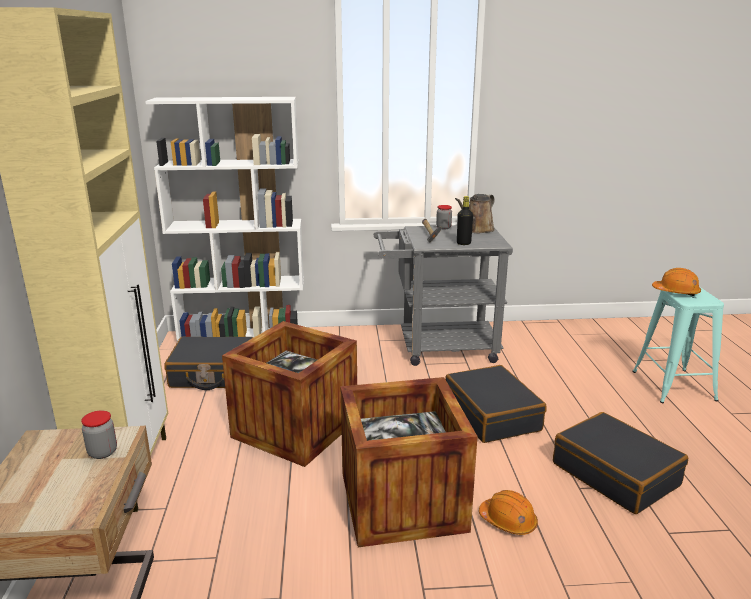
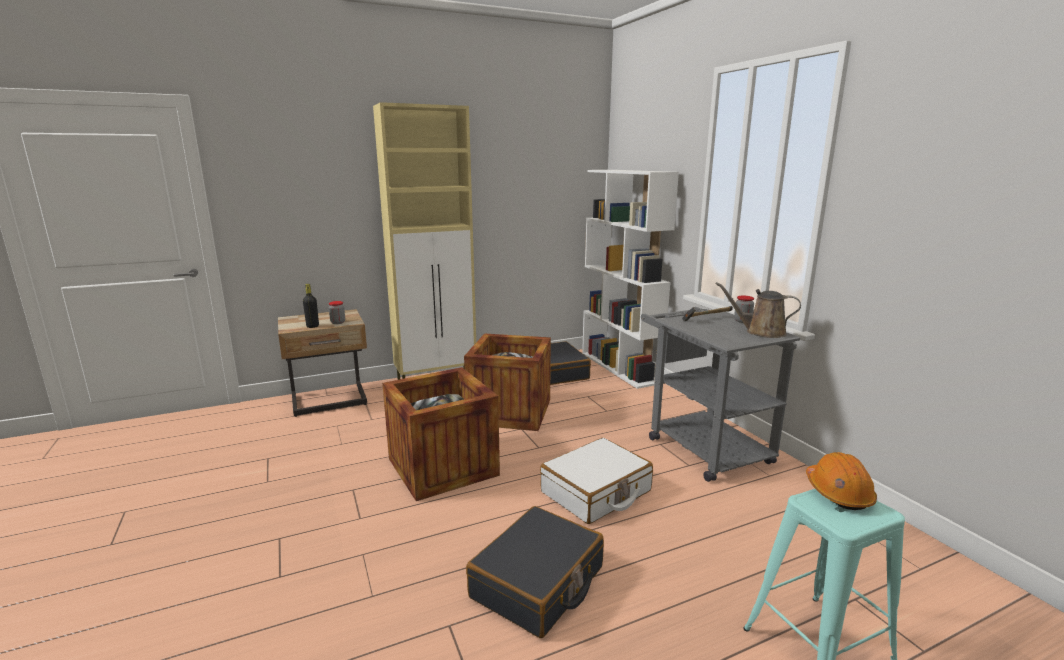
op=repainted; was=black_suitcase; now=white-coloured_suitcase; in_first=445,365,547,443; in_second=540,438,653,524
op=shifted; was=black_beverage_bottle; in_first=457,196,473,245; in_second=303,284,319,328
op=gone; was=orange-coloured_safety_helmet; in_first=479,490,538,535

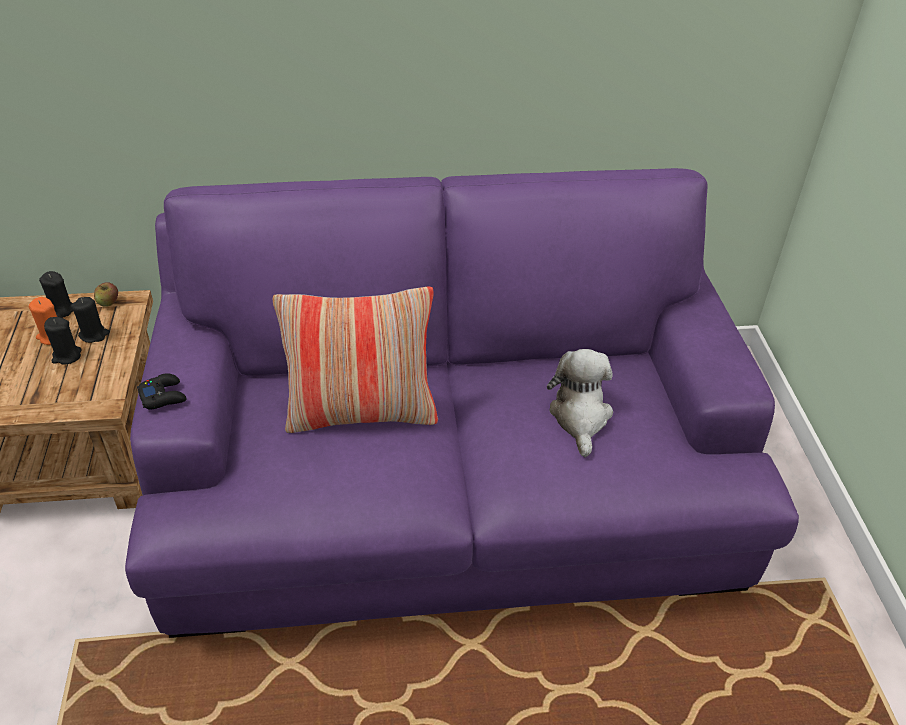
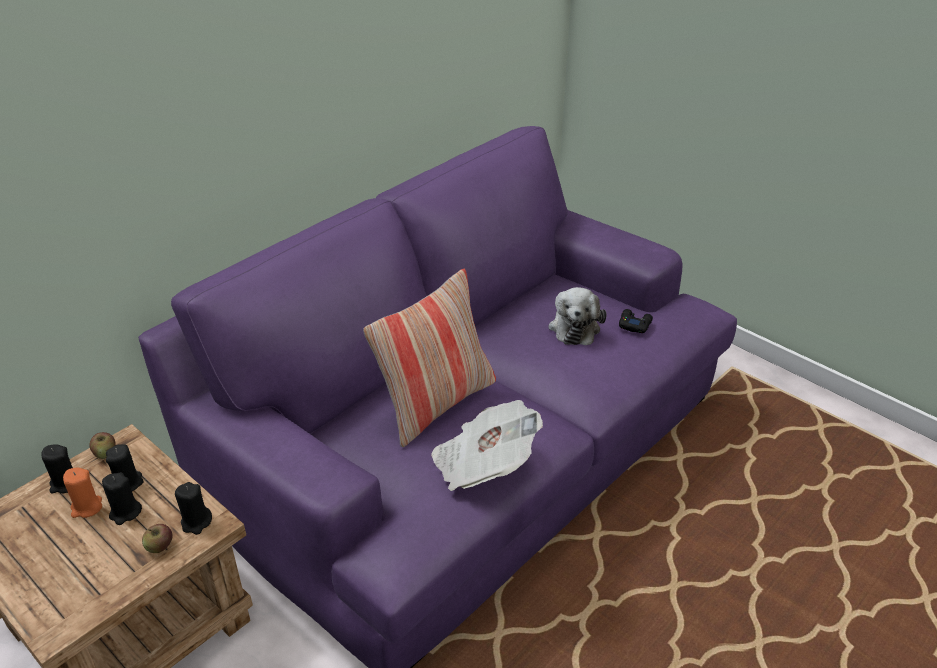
op=shifted; was=black_game_controller; in_first=137,373,187,410; in_second=619,309,653,333
op=rotated; was=cuddly_toy; in_first=547,349,613,457; in_second=548,287,606,345; clockwise=-135
op=new; now=apple_fruit; in_second=142,524,172,553
op=new; now=black_candle; in_second=175,482,212,535
op=new; now=daily_paper; in_second=431,400,543,491

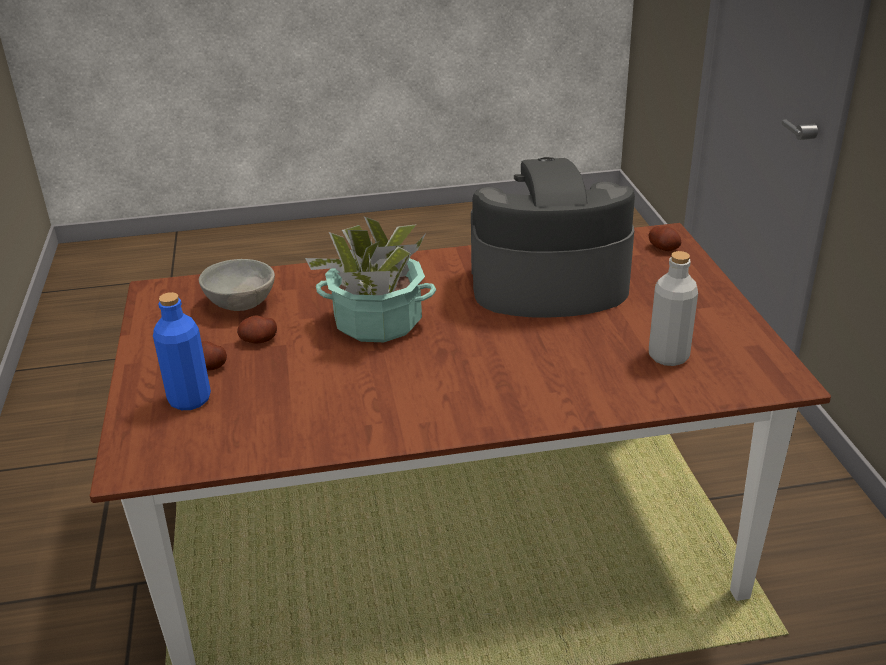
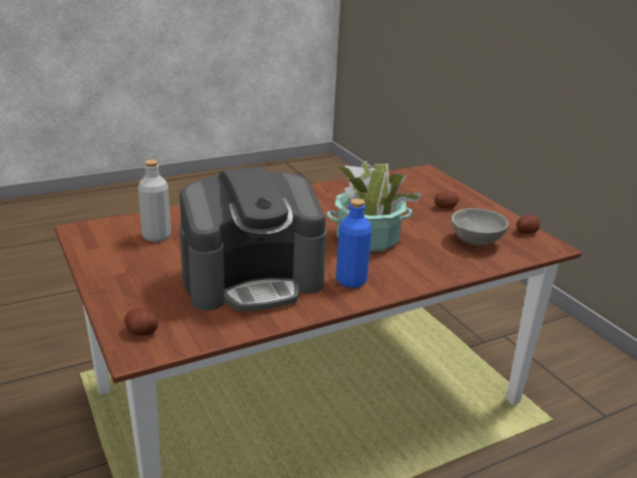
op=shifted; was=bluish_beverage_bottle; in_first=153,292,211,410; in_second=336,198,372,288
op=shifted; was=spud; in_first=237,315,277,344; in_second=516,215,540,234

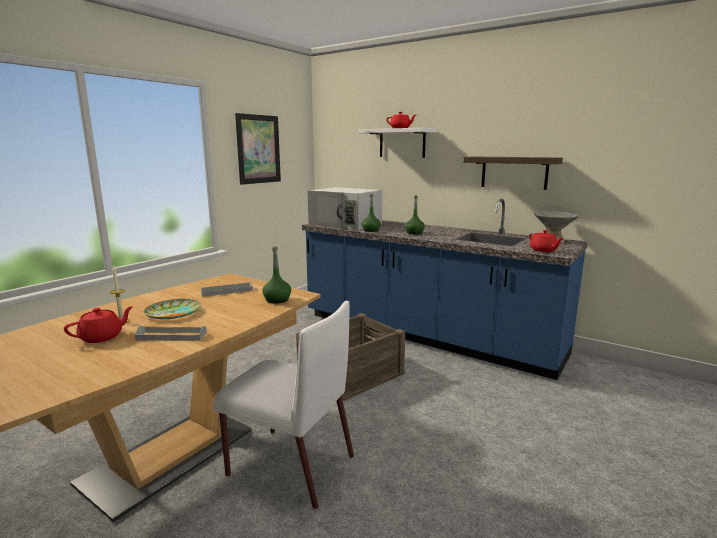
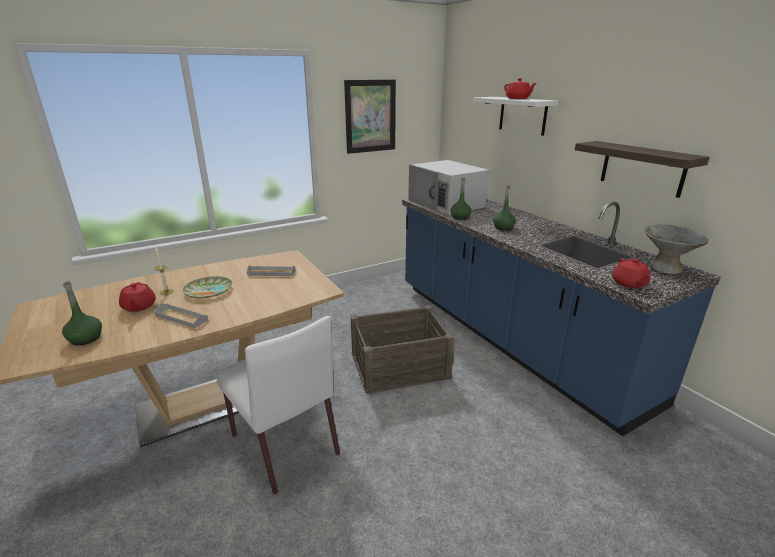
op=rotated; was=red_tea_pot; in_first=64,306,134,343; in_second=119,282,156,312; clockwise=90
op=shifted; was=green-coloured_beverage_bottle; in_first=262,246,291,303; in_second=62,281,102,345

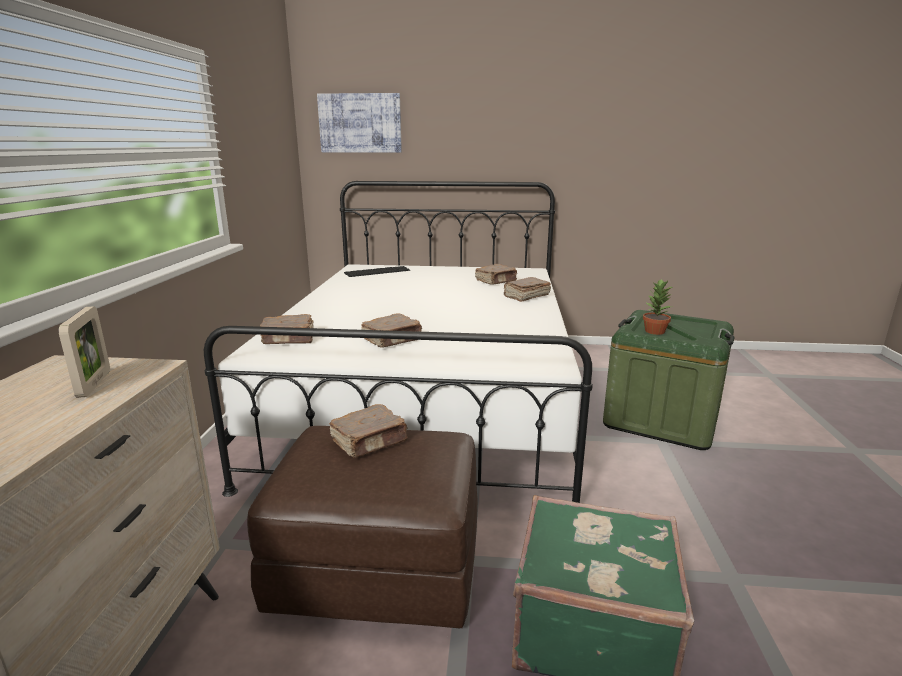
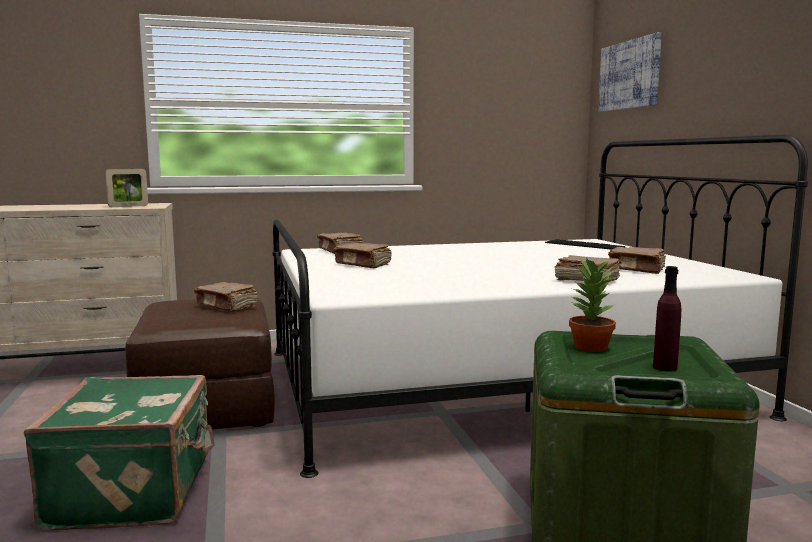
op=new; now=purplish_beverage_bottle; in_second=653,266,681,371

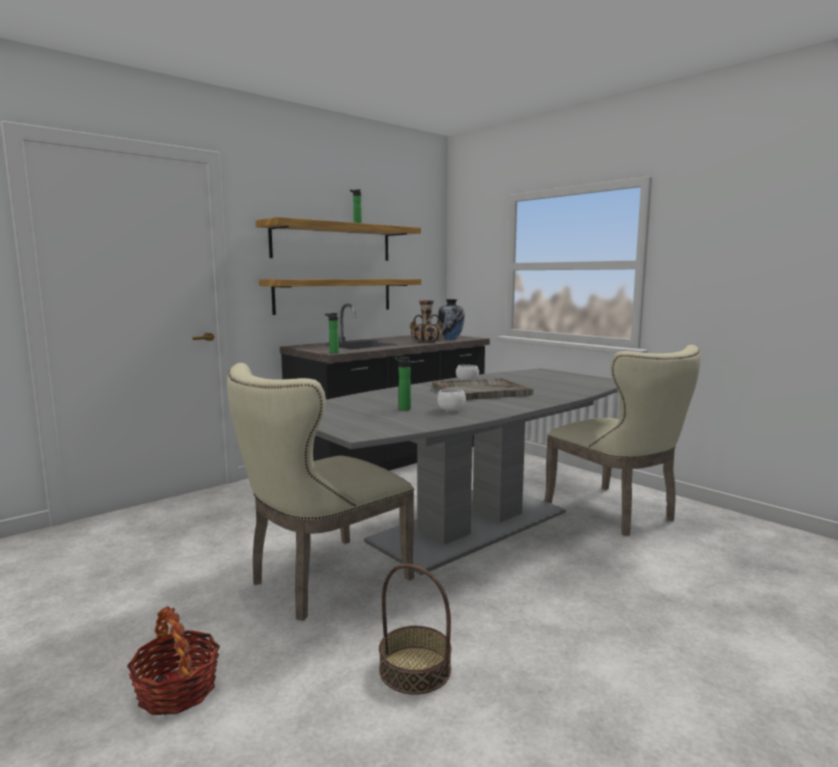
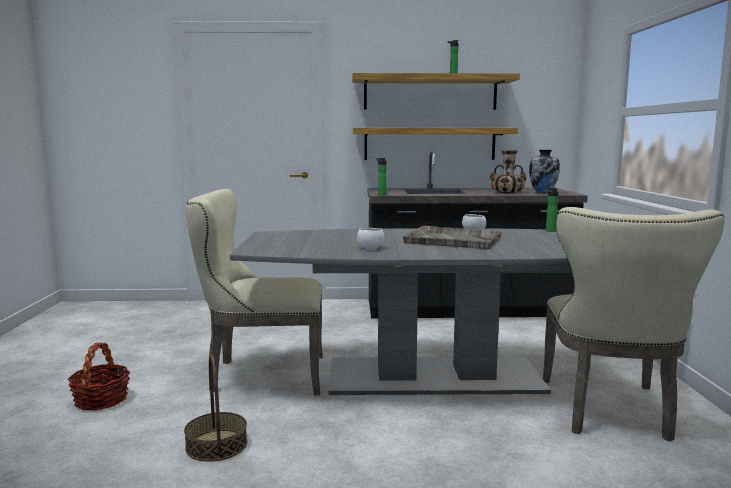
op=shifted; was=beverage_bottle; in_first=394,357,411,410; in_second=546,188,559,232

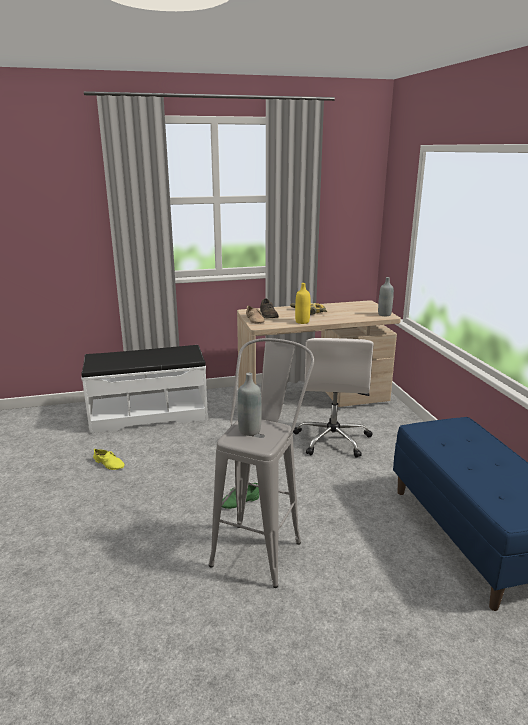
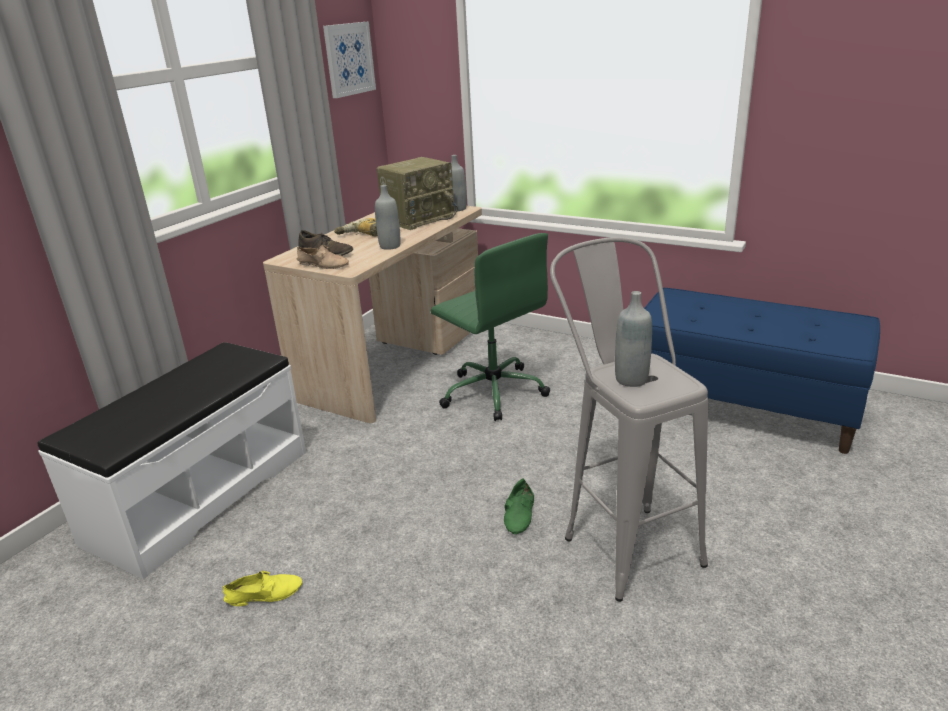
op=repainted; was=white-coloured_computer_chair; now=green-coloured_computer_chair; in_first=293,338,374,458; in_second=431,233,551,421
op=repainted; was=yellow_beverage_bottle; now=grey_beverage_bottle; in_first=295,283,311,324; in_second=375,185,400,250
op=new; now=wall_art; in_second=323,22,376,98
op=new; now=radio_receiver; in_second=377,157,458,230

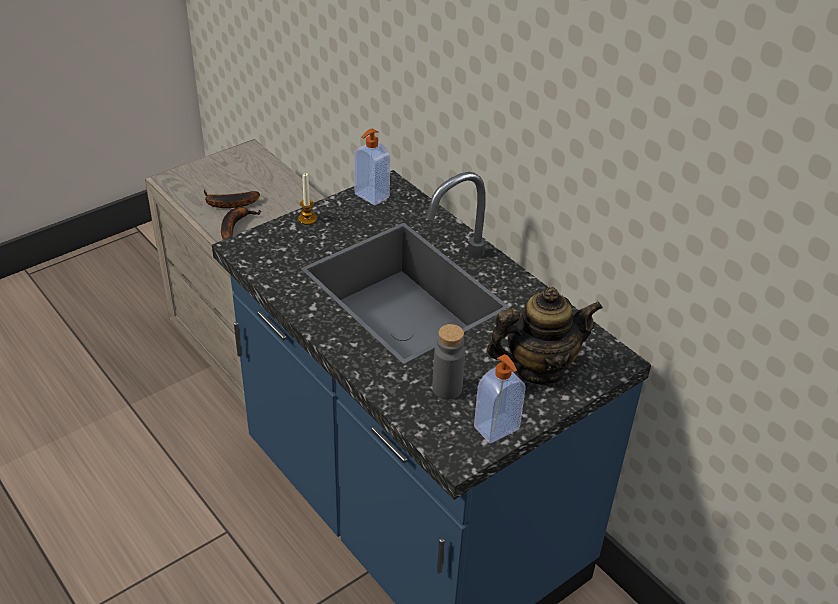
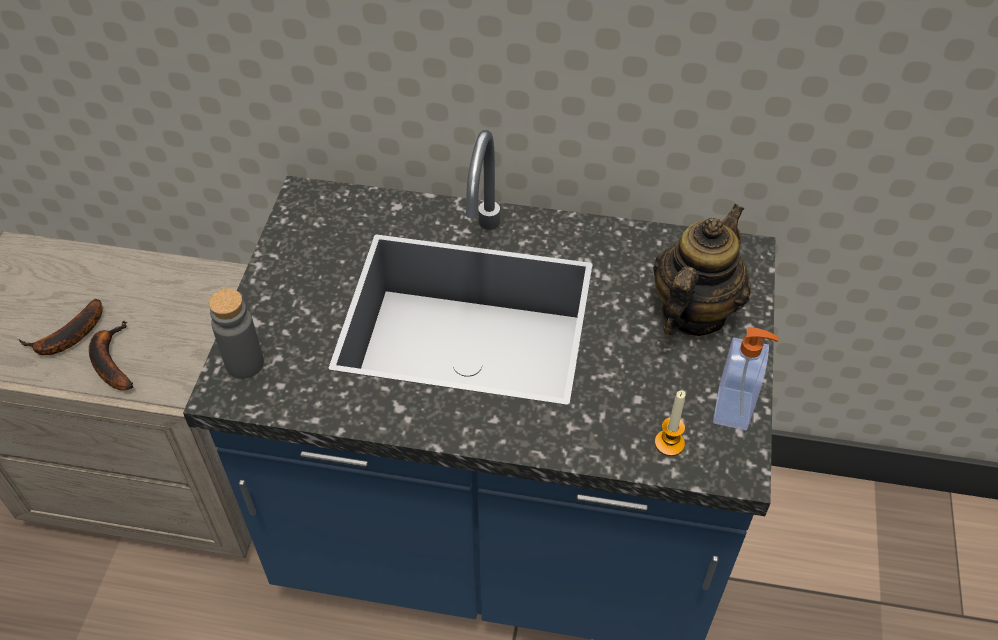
op=shifted; was=candle; in_first=298,173,317,225; in_second=655,390,686,456
op=gone; was=liquid_soap_bottle; in_first=354,129,390,205
op=shifted; was=grey_beverage_bottle; in_first=432,324,465,399; in_second=209,288,264,379

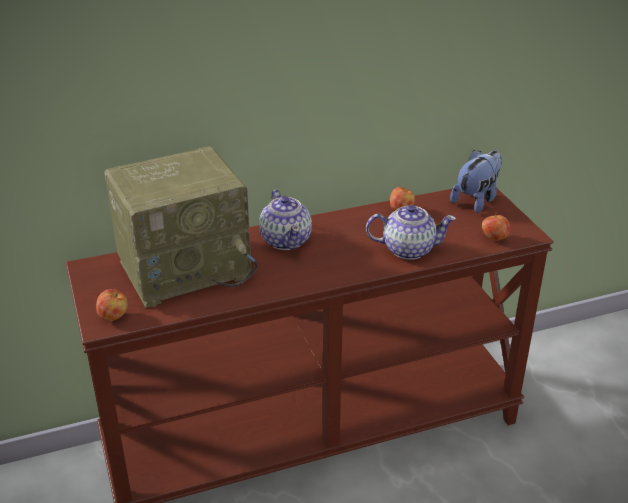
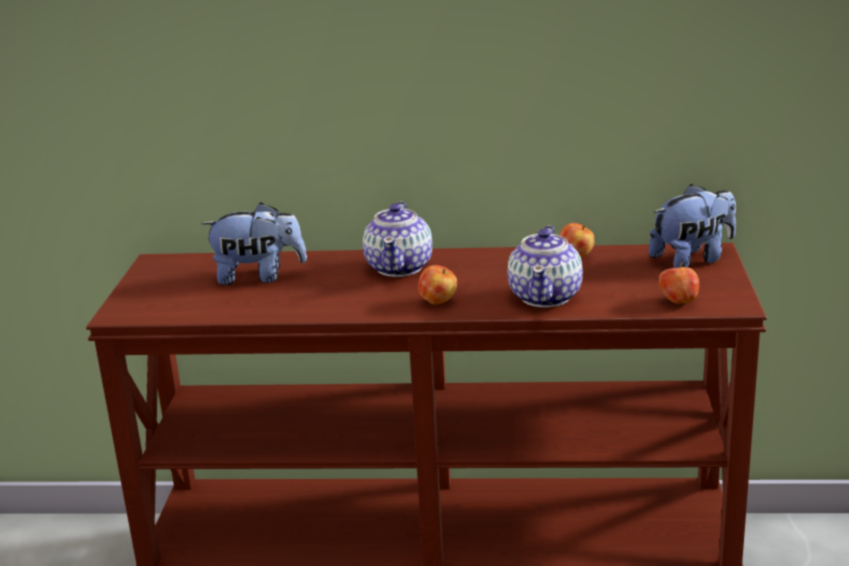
op=shifted; was=apple_fruit; in_first=96,289,128,321; in_second=418,265,457,305
op=swapped; was=radio_receiver; now=cuddly_toy; in_first=104,146,258,308; in_second=201,203,307,285
op=rotated; was=tea_pot; in_first=366,205,456,260; in_second=508,225,583,307; clockwise=75

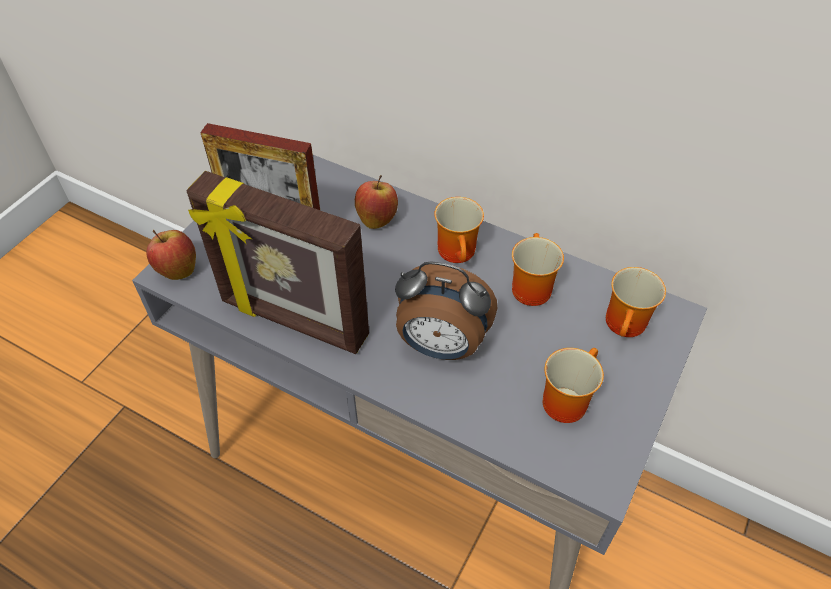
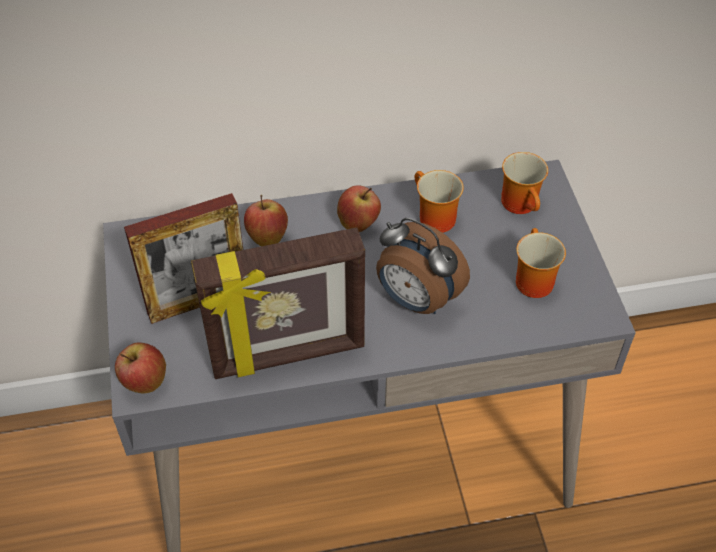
op=rotated; was=alarm_clock; in_first=395,261,497,360; in_second=376,218,470,314; clockwise=60
op=swapped; was=coffee_mug; now=apple_fruit; in_first=434,197,484,263; in_second=337,185,381,232

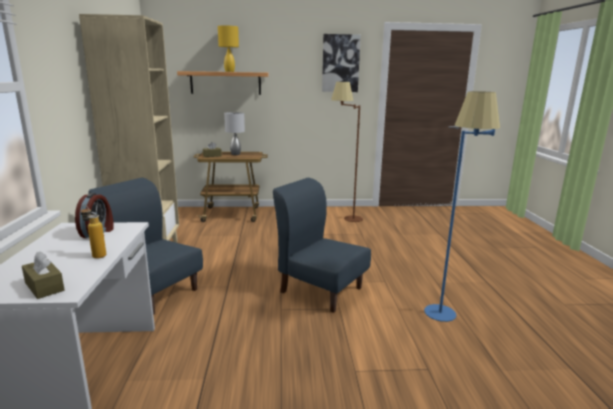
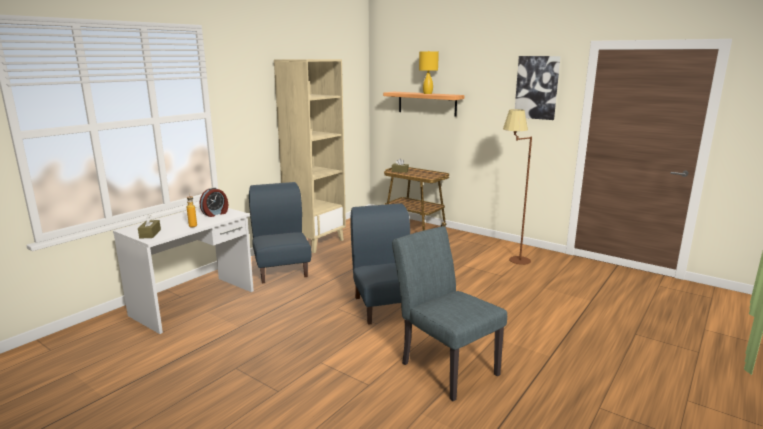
op=gone; was=grey_table_lamp; in_first=224,112,245,155
op=swapped; was=bluish_standard_lamp; now=grey_plain_chair; in_first=424,91,500,322; in_second=392,226,507,401

